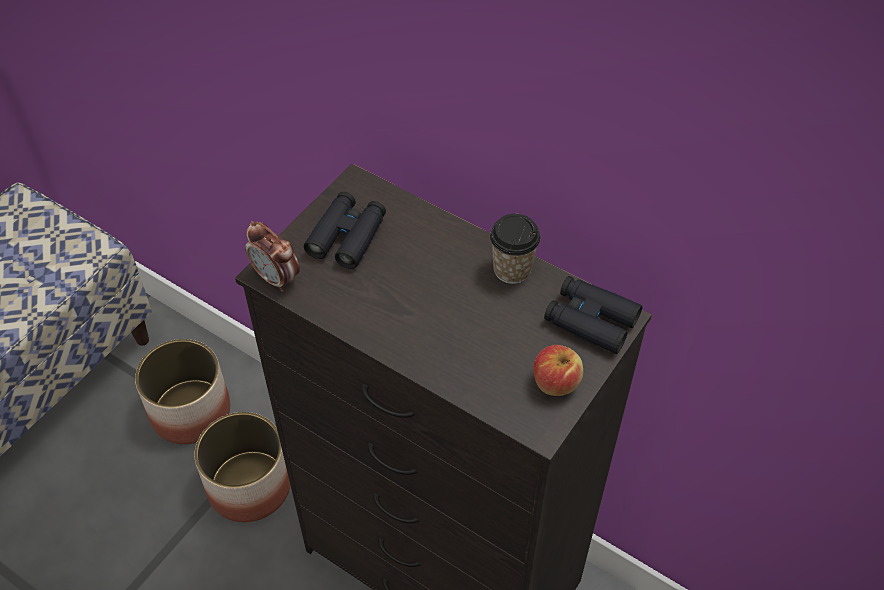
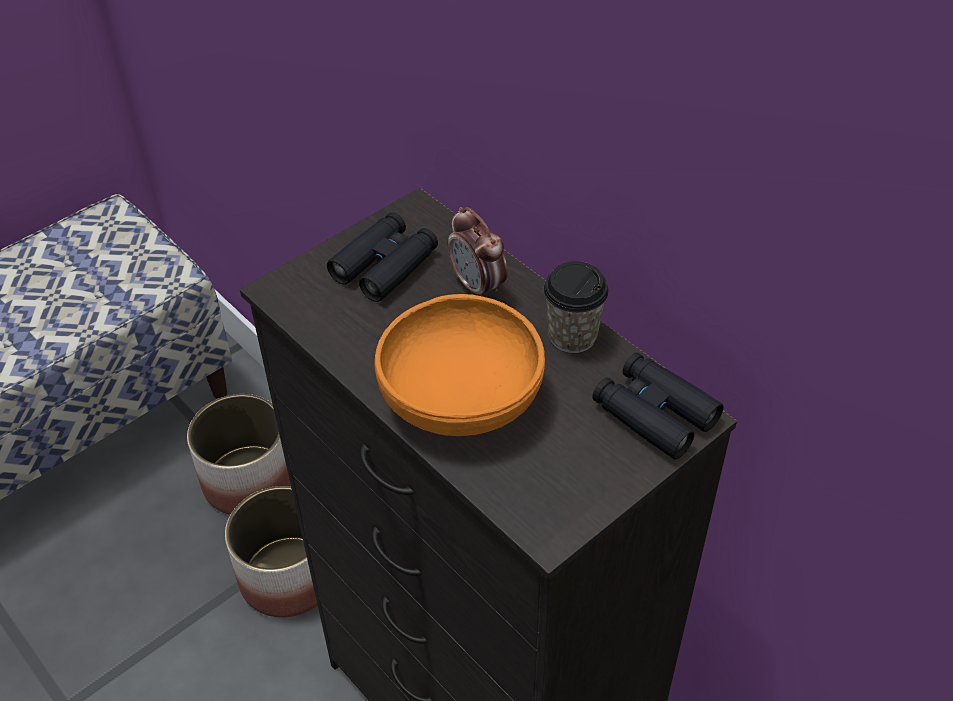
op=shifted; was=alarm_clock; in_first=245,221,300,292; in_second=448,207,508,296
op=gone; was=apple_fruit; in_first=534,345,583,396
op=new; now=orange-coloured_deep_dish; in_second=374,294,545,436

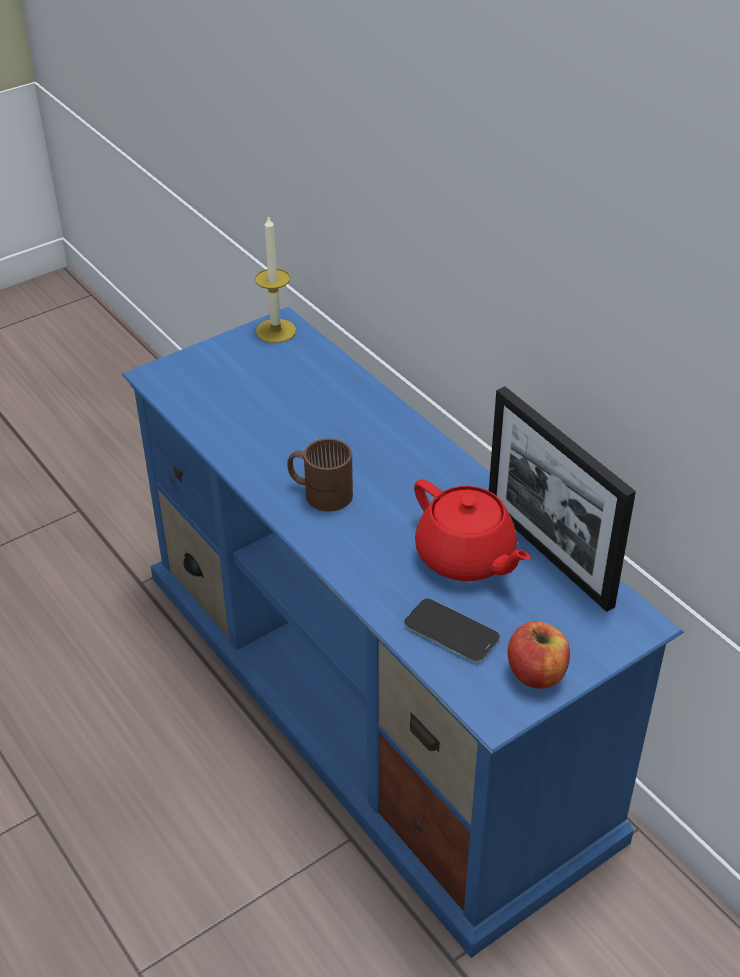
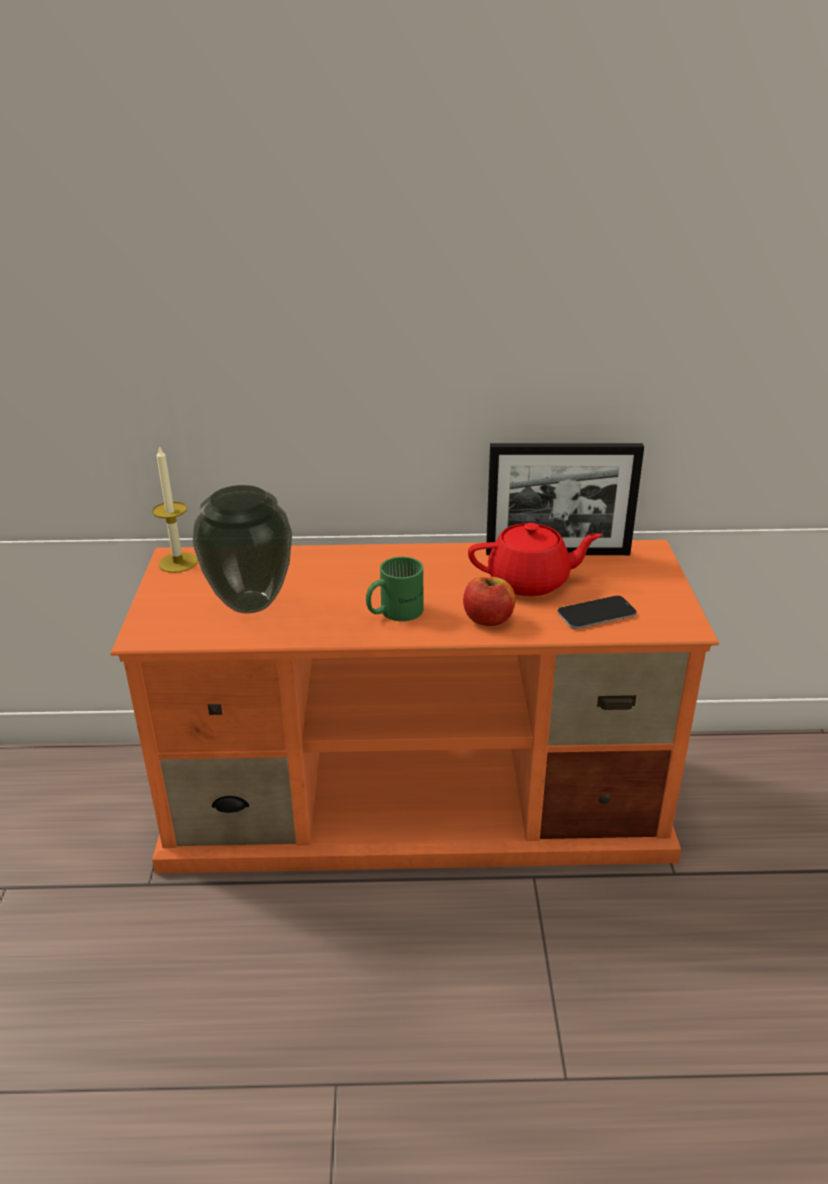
op=repainted; was=bluish_media_console; now=orange-coloured_media_console; in_first=122,307,684,958; in_second=110,540,719,874
op=repainted; was=brownish_coffee_mug; now=green-coloured_coffee_mug; in_first=287,438,353,511; in_second=366,557,423,621
op=shifted; was=apple_fruit; in_first=508,621,570,689; in_second=463,576,515,626
op=new; now=vase; in_second=192,485,292,613

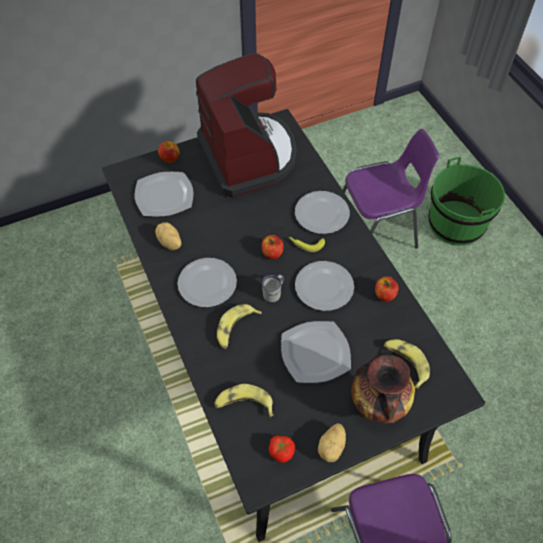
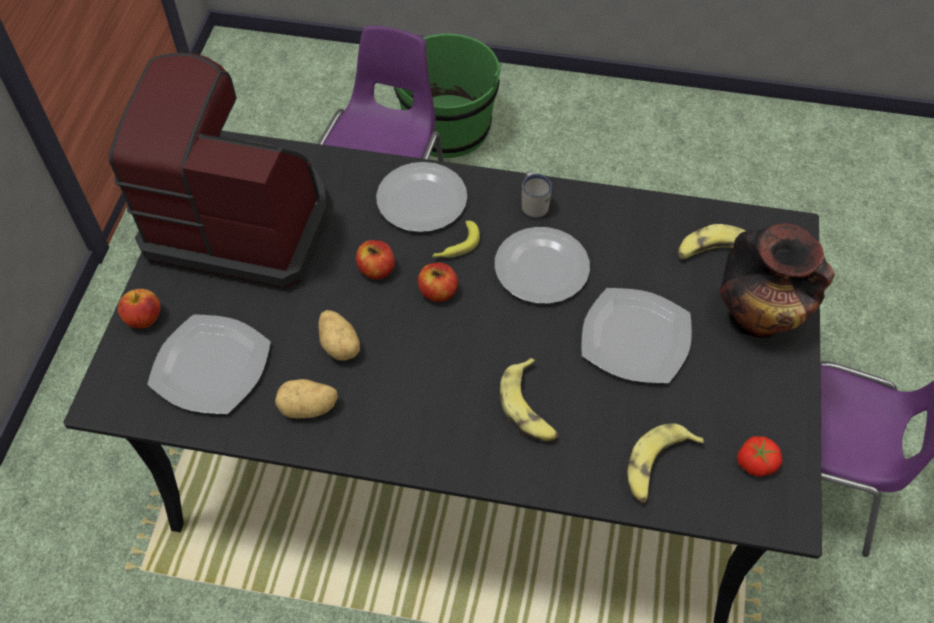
op=gone; was=dinner_plate; in_first=178,258,237,307
op=shifted; was=white-coloured_coffee_mug; in_first=262,274,284,303; in_second=522,171,552,219
op=shifted; was=spud; in_first=318,423,346,462; in_second=319,310,360,361
op=shifted; was=apple_fruit; in_first=375,276,399,302; in_second=356,240,395,279

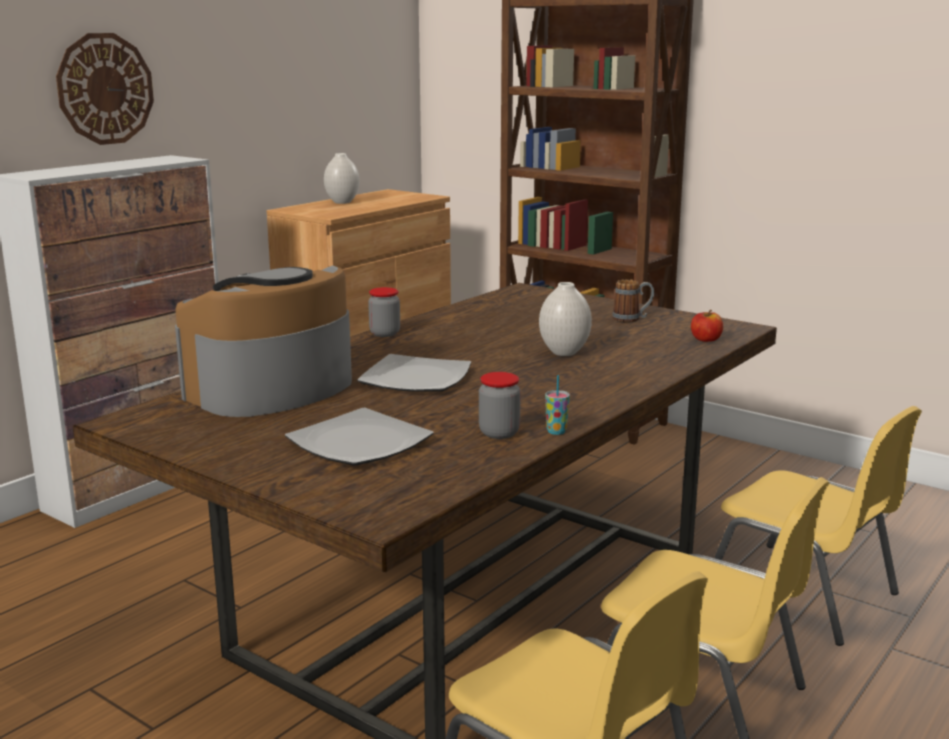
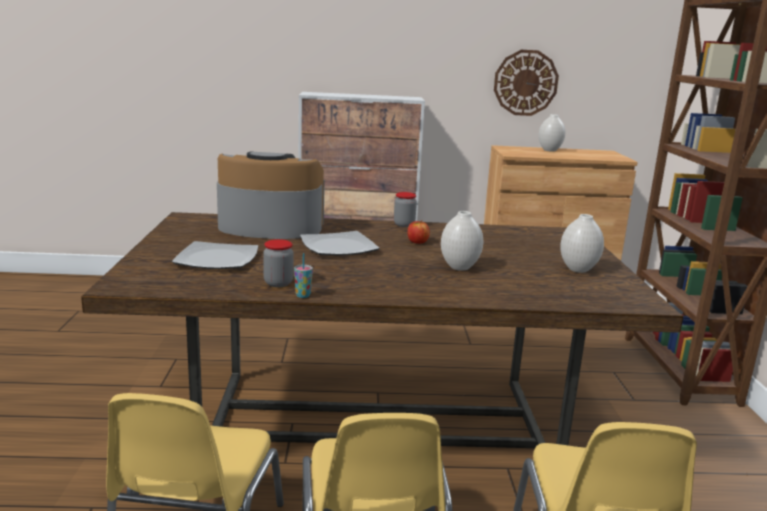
op=shifted; was=hanging_clock; in_first=56,33,154,145; in_second=494,50,559,116
op=swapped; was=coffee_mug; now=white-coloured_vase; in_first=612,279,654,323; in_second=560,214,604,273
op=shifted; was=apple_fruit; in_first=691,310,723,342; in_second=408,220,430,244

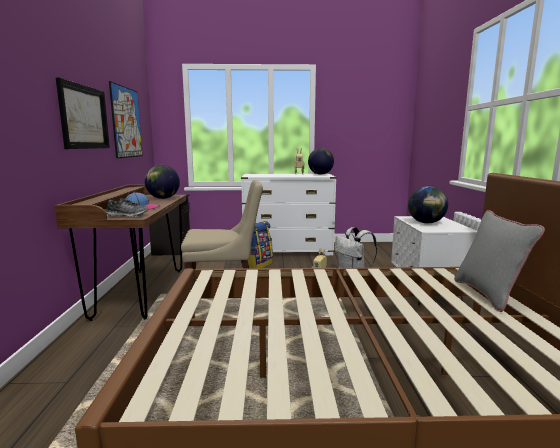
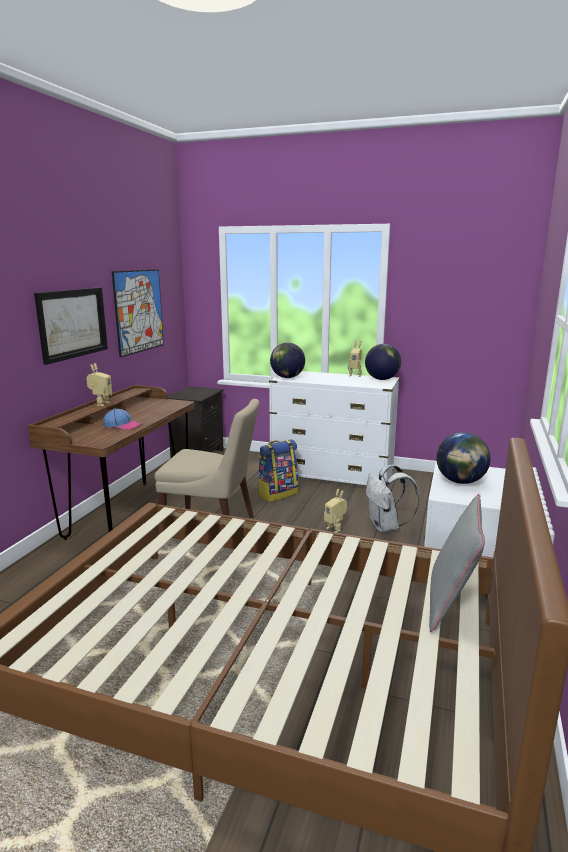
op=gone; was=item_of_footwear; in_first=106,198,148,217
op=shifted; was=globe; in_first=144,165,180,199; in_second=270,342,305,378
op=new; now=model_robot; in_second=86,363,112,406

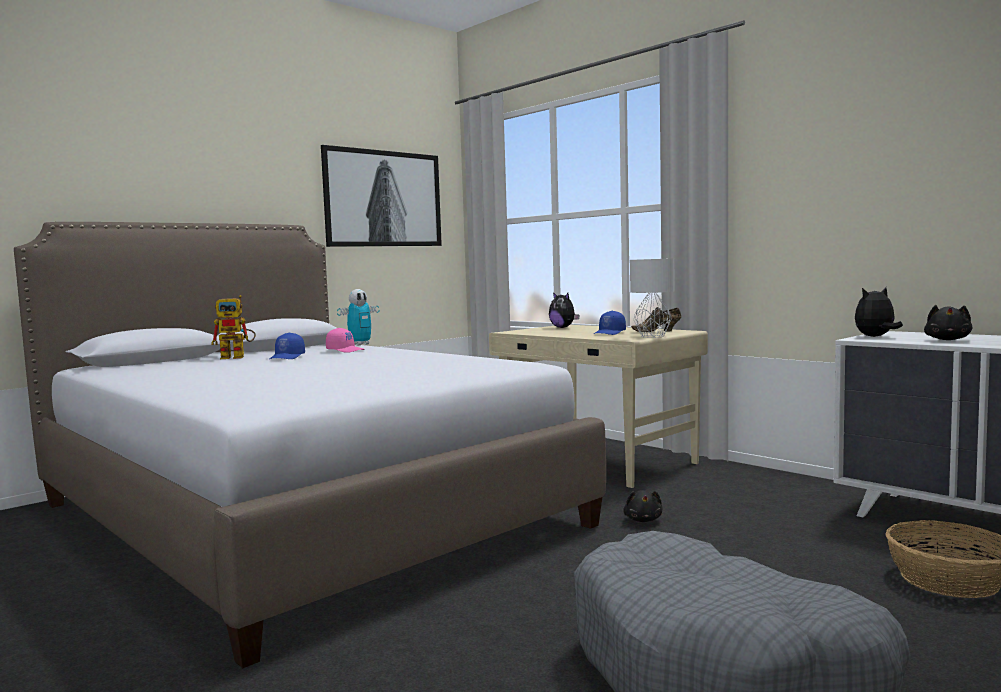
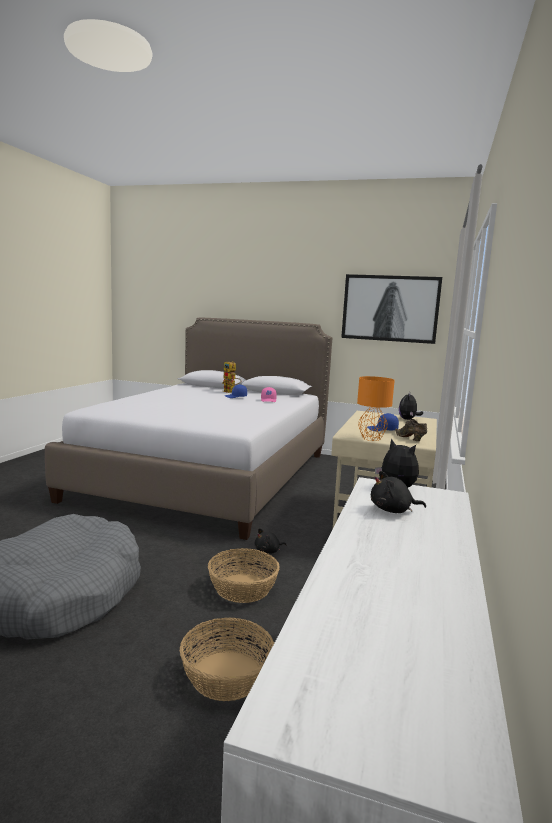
op=gone; was=model_robot; in_first=337,289,380,346
op=repainted; was=grey_table_lamp; now=orange-coloured_table_lamp; in_first=630,258,675,338; in_second=357,376,395,441
op=new; now=basket; in_second=208,548,280,603

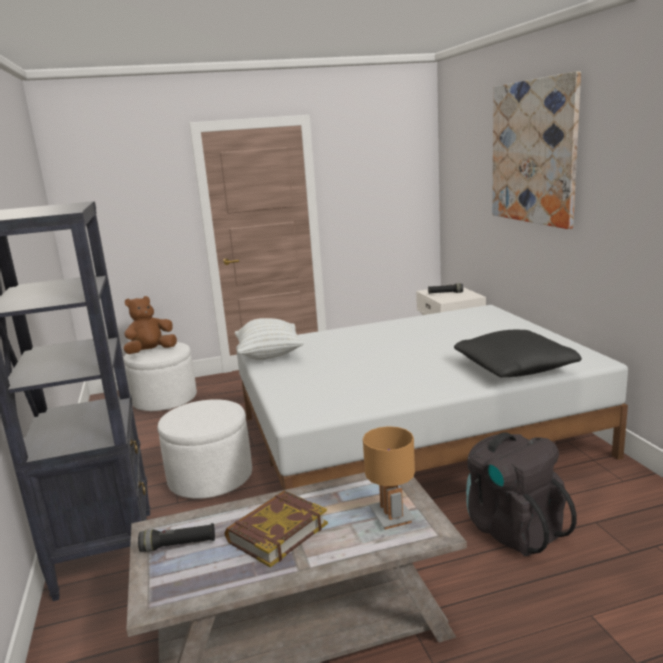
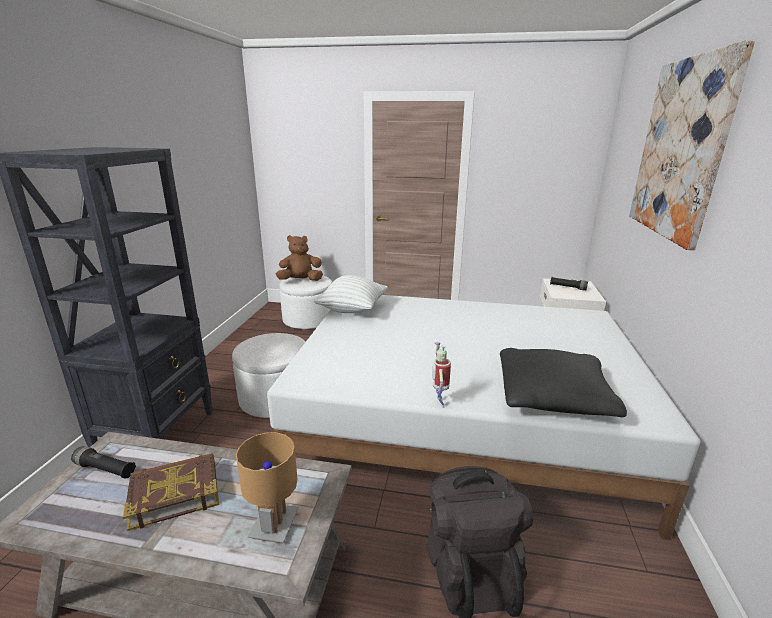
op=new; now=model_robot; in_second=432,342,451,408

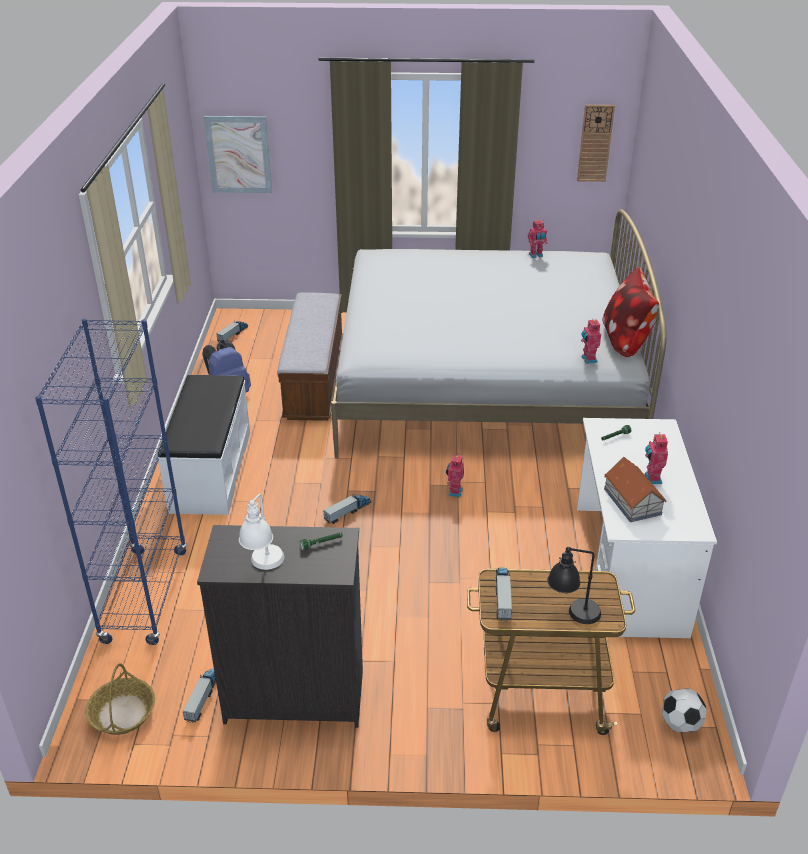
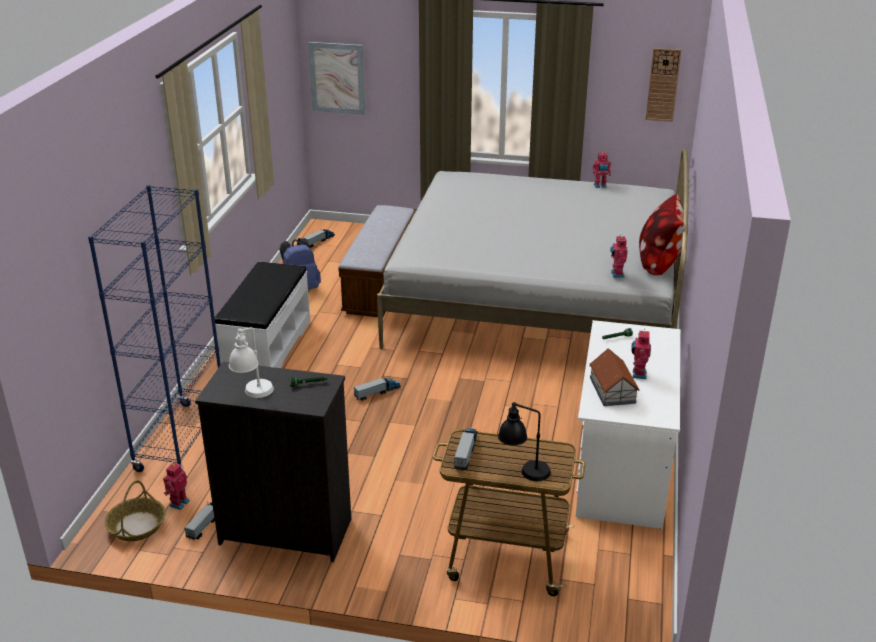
op=shifted; was=model_robot; in_first=446,455,464,497; in_second=163,462,190,510
op=gone; was=football; in_first=662,688,707,733

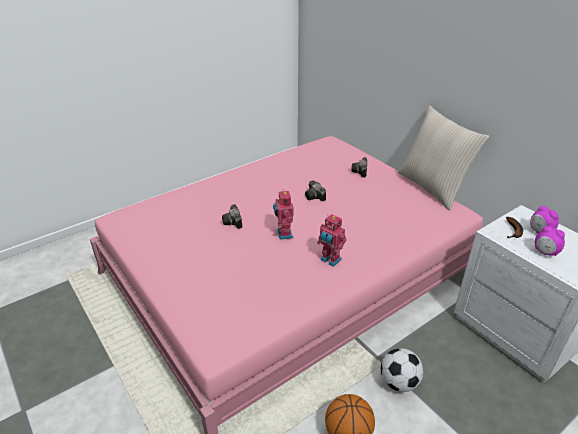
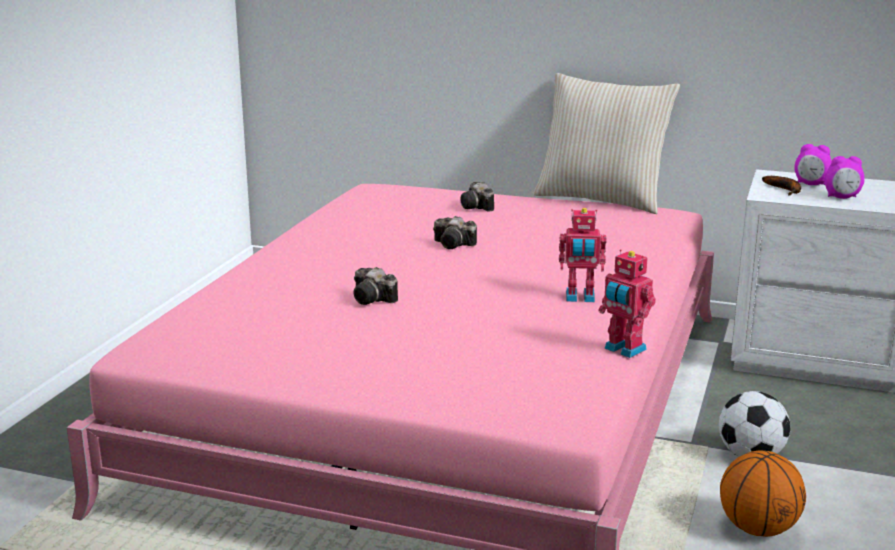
op=shifted; was=model_robot; in_first=273,189,294,240; in_second=599,249,656,358

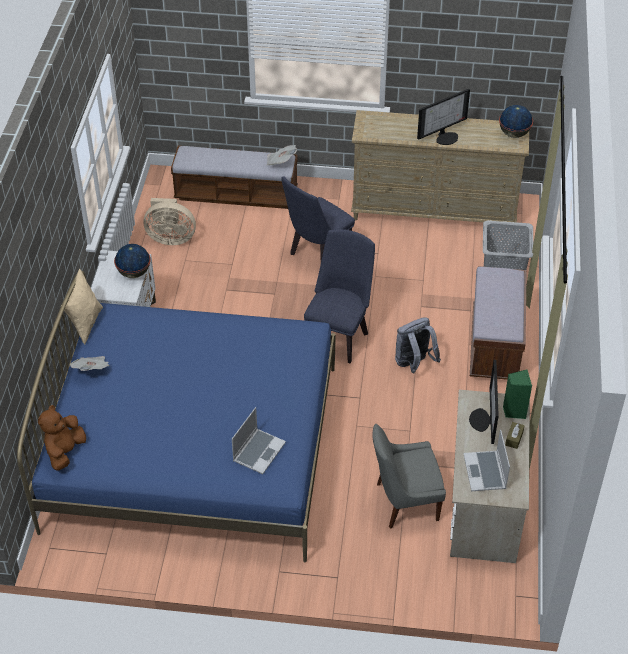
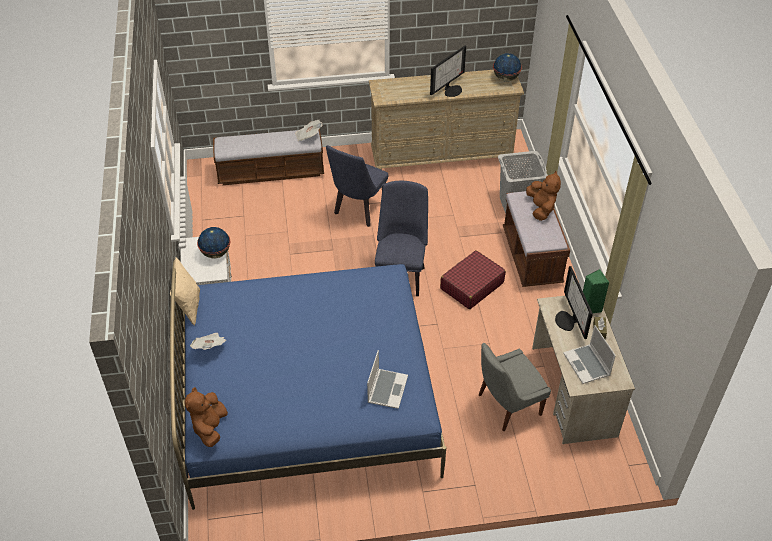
op=gone; was=beige_fan; in_first=144,198,196,245
op=swapped; was=grey_knapsack; now=red_suitcase; in_first=395,317,441,373; in_second=440,250,506,309
op=new; now=brownish_cuddly_toy; in_second=526,171,561,221

